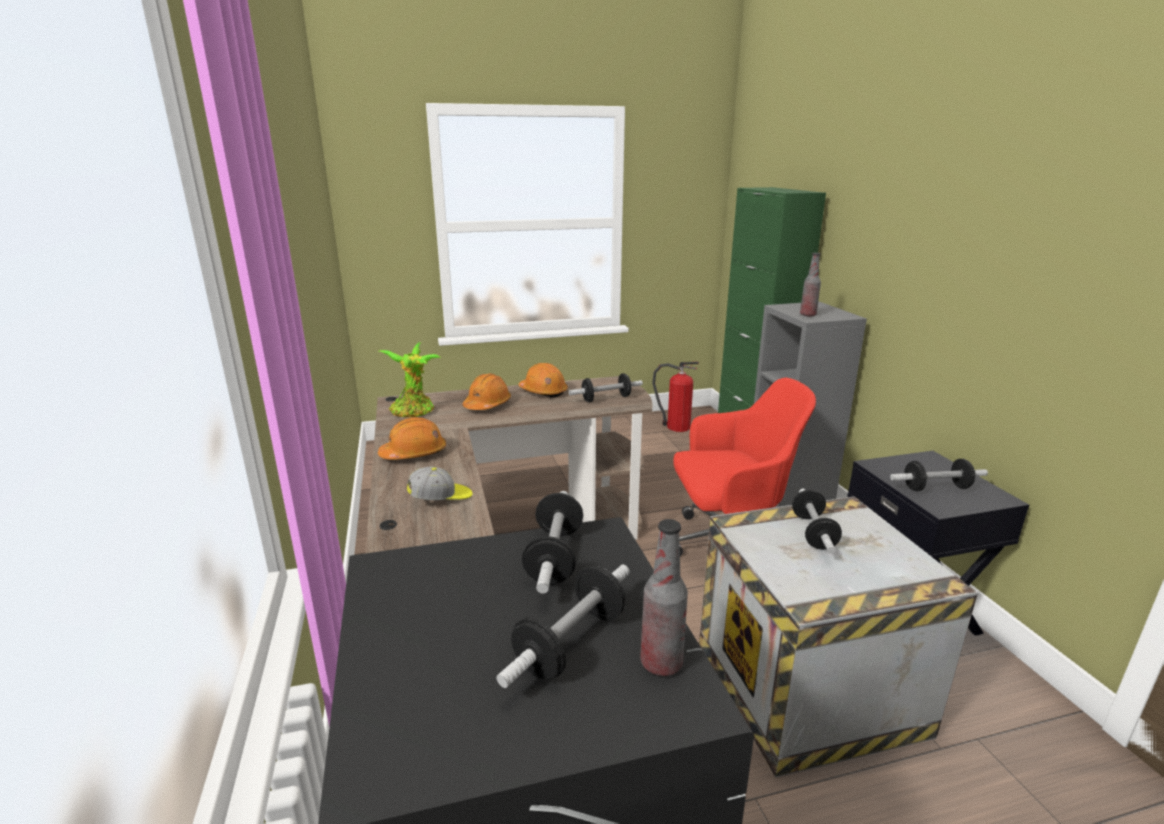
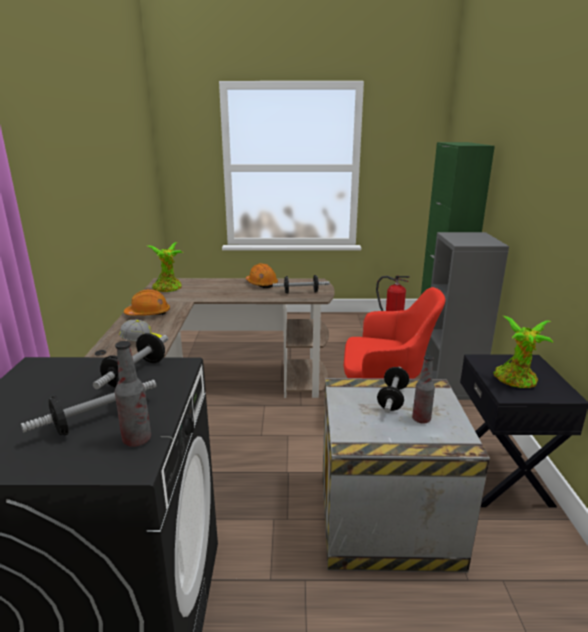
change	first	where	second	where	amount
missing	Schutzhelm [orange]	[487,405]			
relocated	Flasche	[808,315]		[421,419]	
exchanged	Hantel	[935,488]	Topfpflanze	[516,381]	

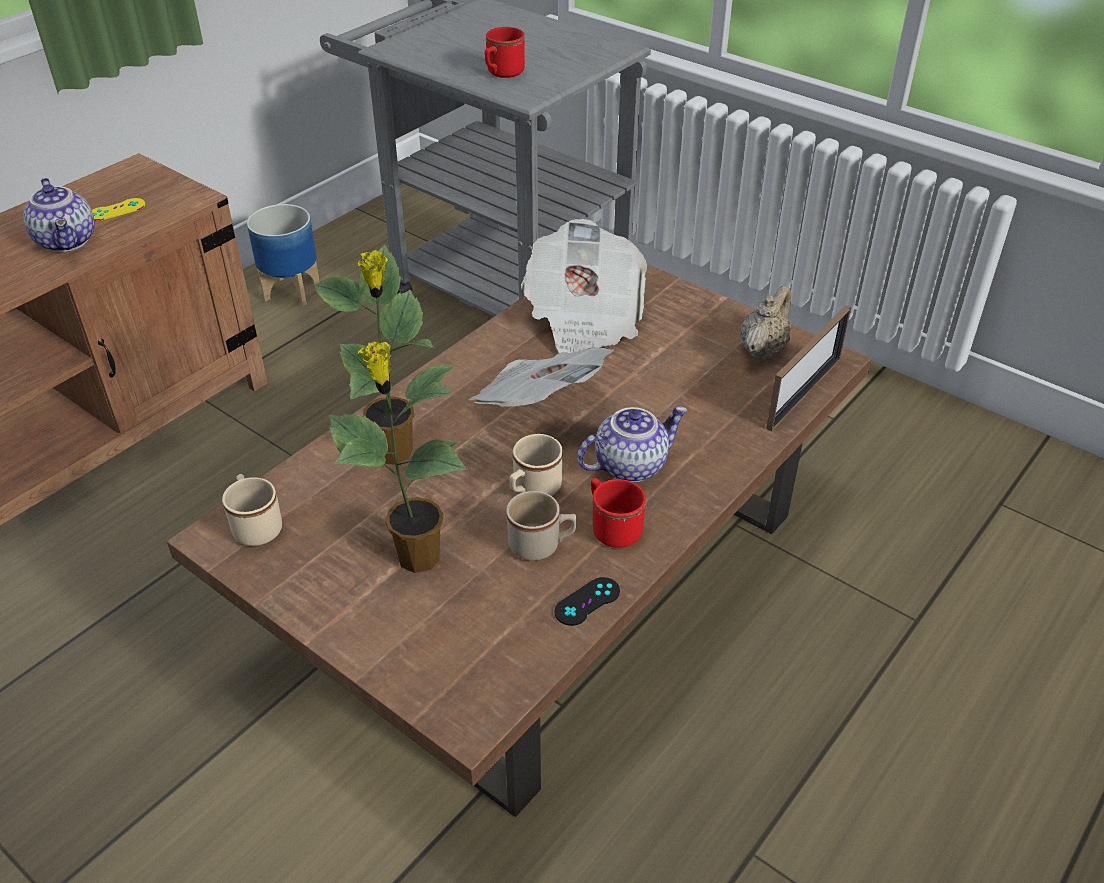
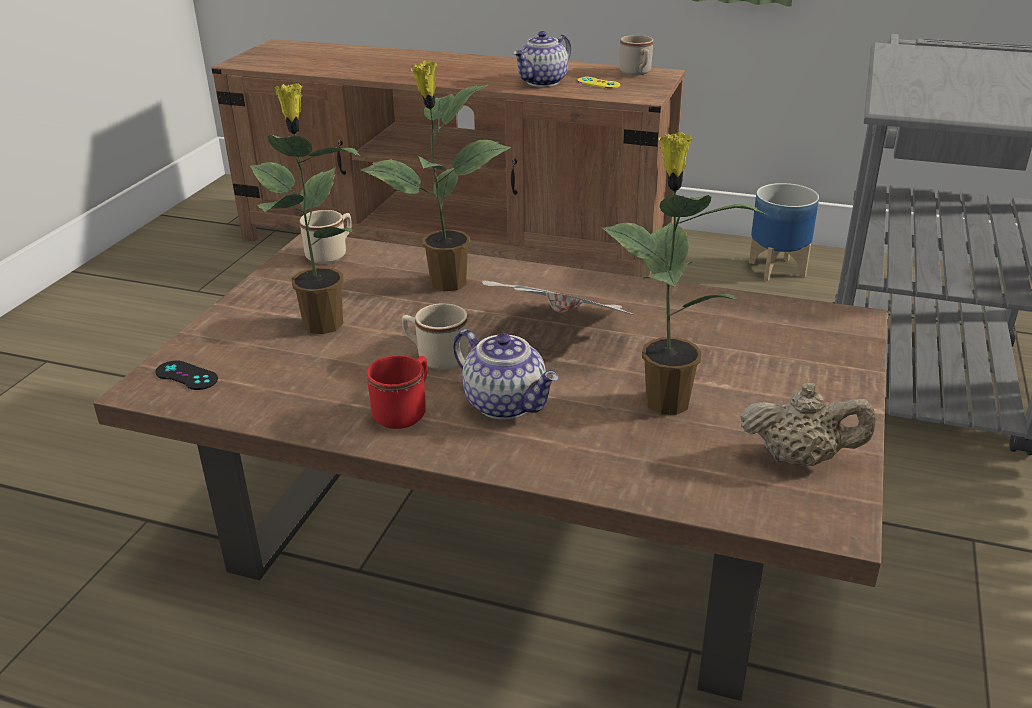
change	first	where	second	where	amount
missing	Henkelbecher [rot]	[502,73]			
missing	Zeitung	[583,319]			
missing	Bilderrahmen	[804,393]			
appeared			Topfpflanze	[665,400]	
relocated	Henkelbecher [beige]	[542,545]		[637,73]	
relocated	Gamepad [schwarz]	[587,601]		[186,376]	

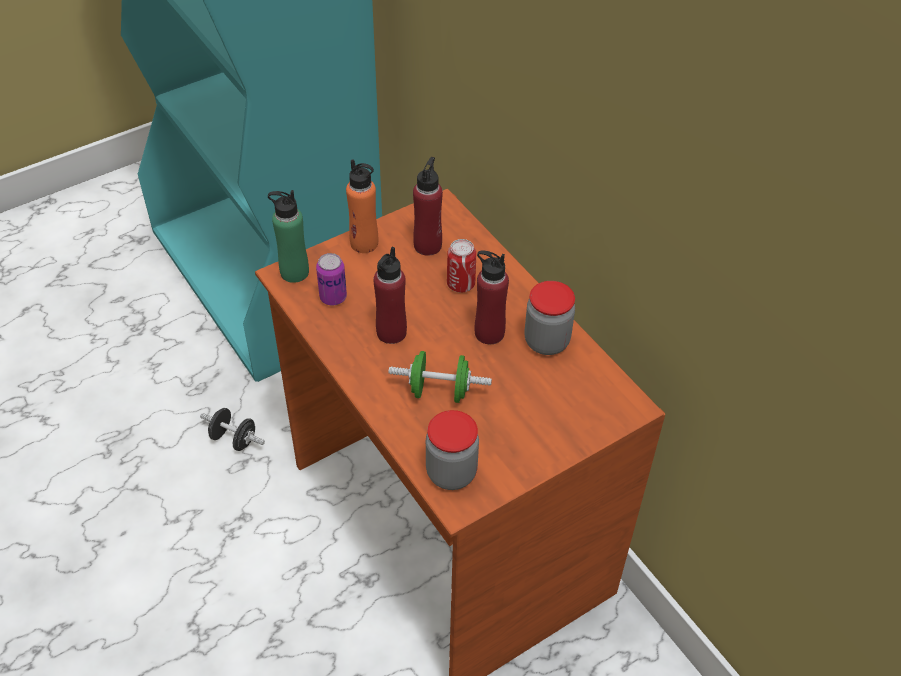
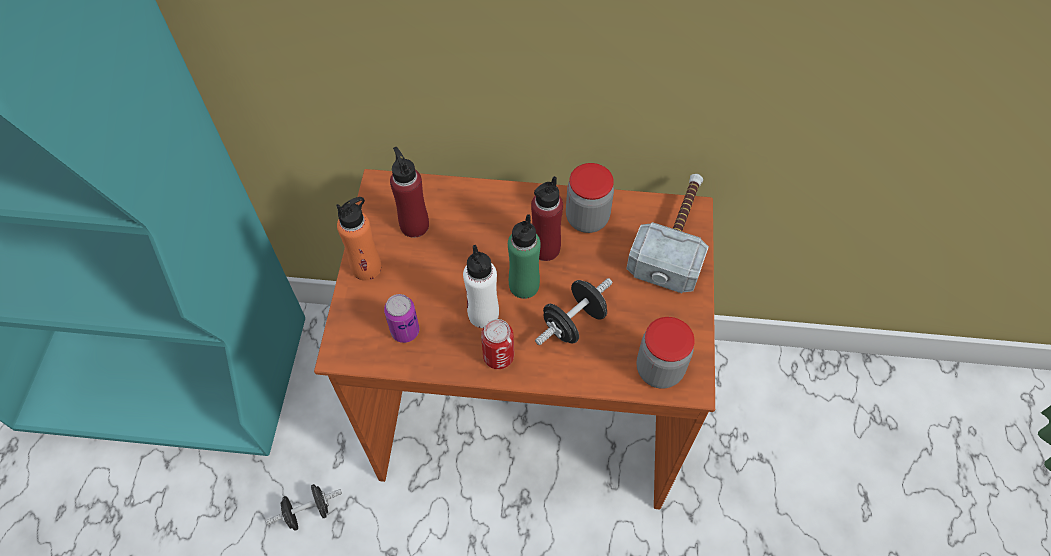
change	first	where	second	where	amount
appeared			Hammer	[675,237]	
relocated	Flasche [grün]	[294,272]		[524,285]	
relocated	Dose	[460,284]		[498,356]	
colour	Flasche [rot]	[391,332]	Flasche [weiß]	[483,314]	
colour	Hantel [grün]	[439,391]	Hantel [schwarz]	[574,322]	

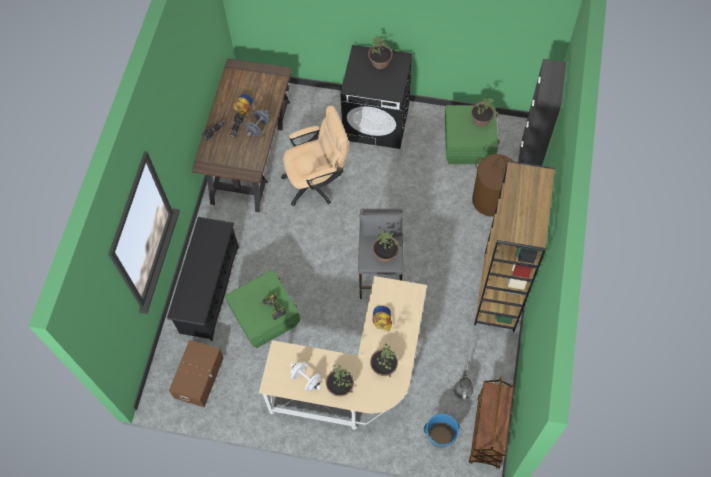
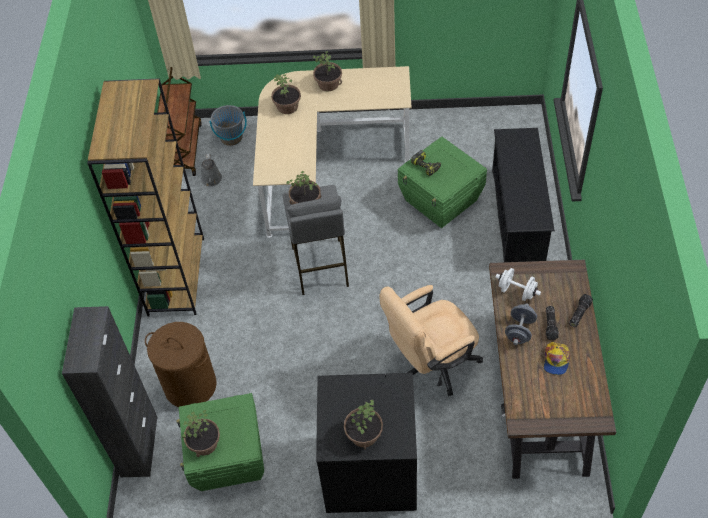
change	first	where	second	where	amount
missing	Aufbewahrungsbox [braun]	[199,377]			
missing	Kappe	[382,319]			
relocated	Hantel [weiß]	[306,379]		[517,291]	
colour	Eimer [blau]	[440,436]	Eimer [grau]	[231,138]	

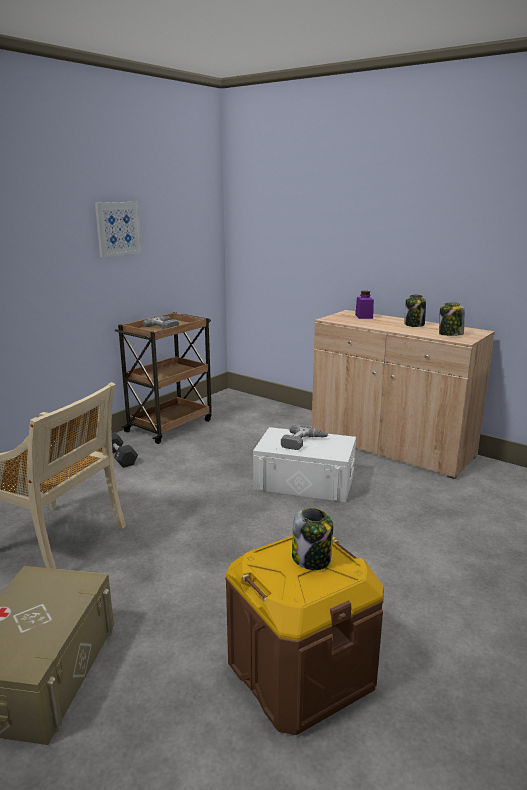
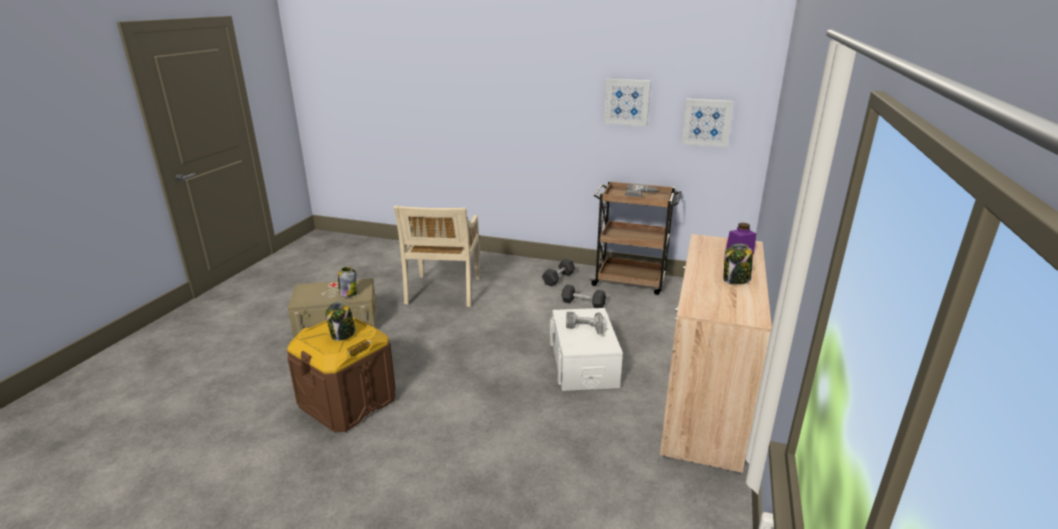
change	first	where	second	where	amount
appeared			Hantel [schwarz]	[583,303]	
appeared			Bild	[706,122]	
relocated	Vorratsglas	[450,334]		[348,293]	

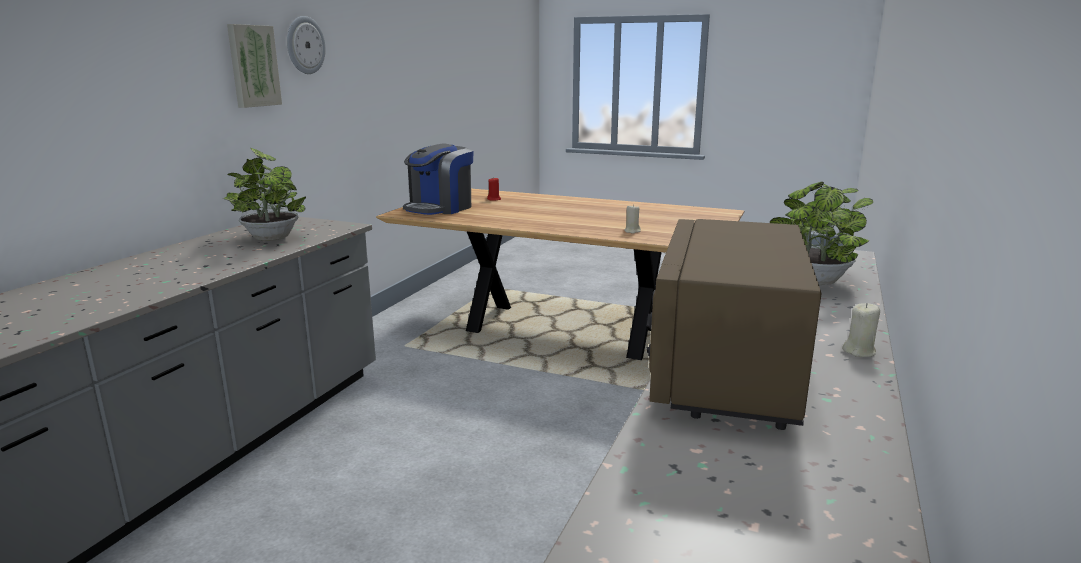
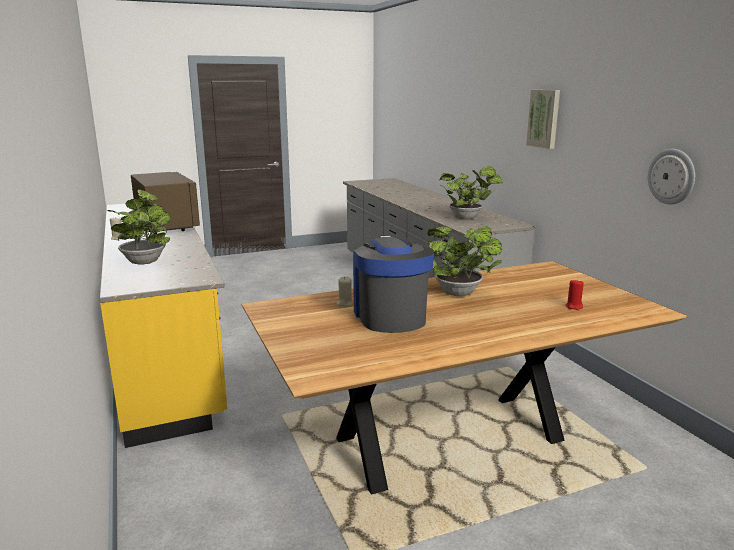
change	first	where	second	where	amount
appeared			Topfpflanze	[460,294]	
relocated	Wanduhr	[305,45]		[672,176]	
relocated	Kaffeemaschine	[440,208]		[390,316]	

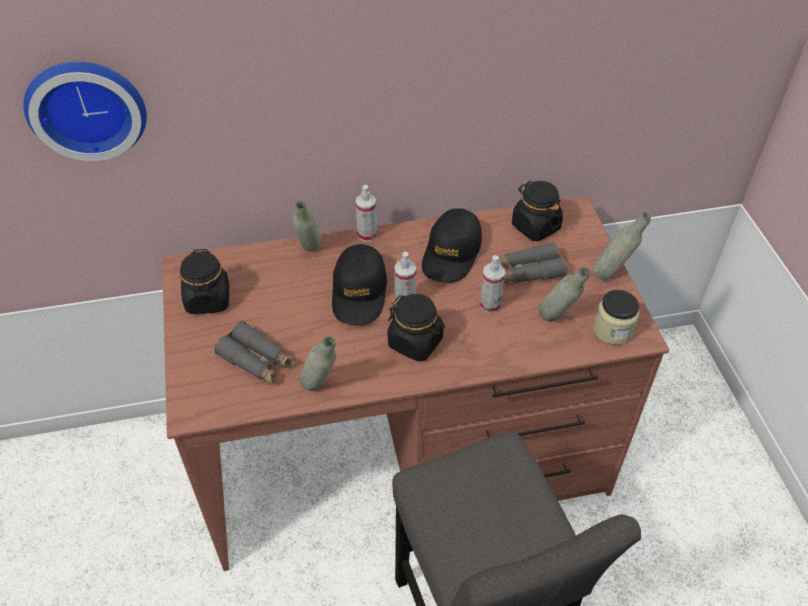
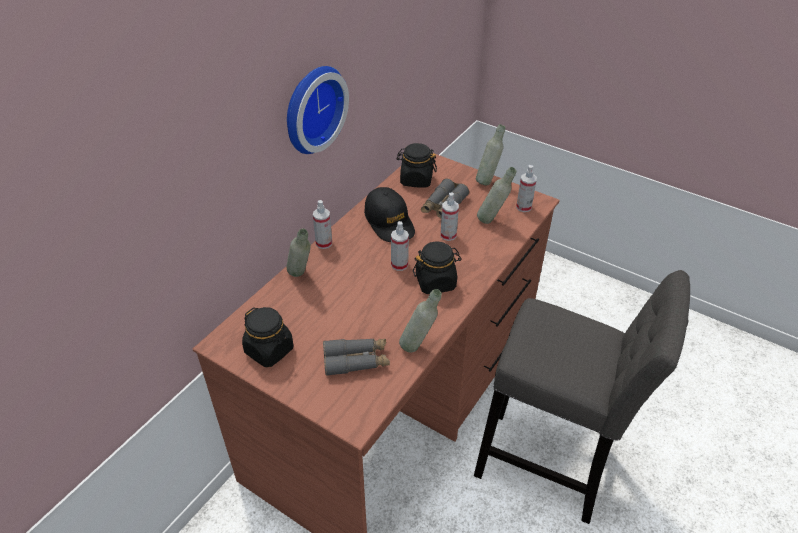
change	first	where	second	where	amount
missing	Kappe [schwarz]	[359,292]			
relocated	Wanduhr	[86,106]		[311,108]	
exchanged	Vorratsglas	[613,330]	Sprühflasche	[523,207]	

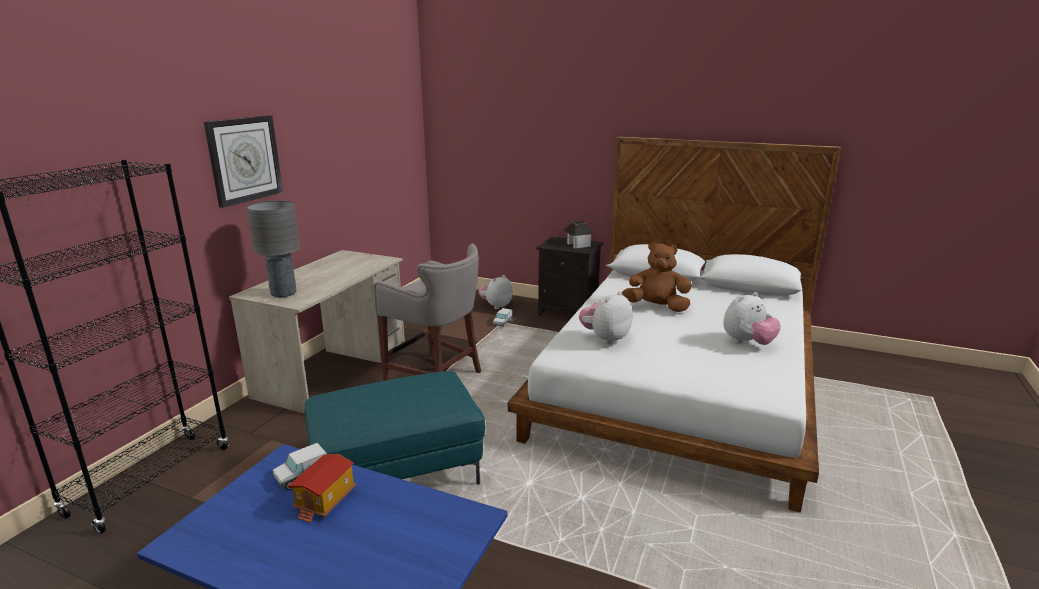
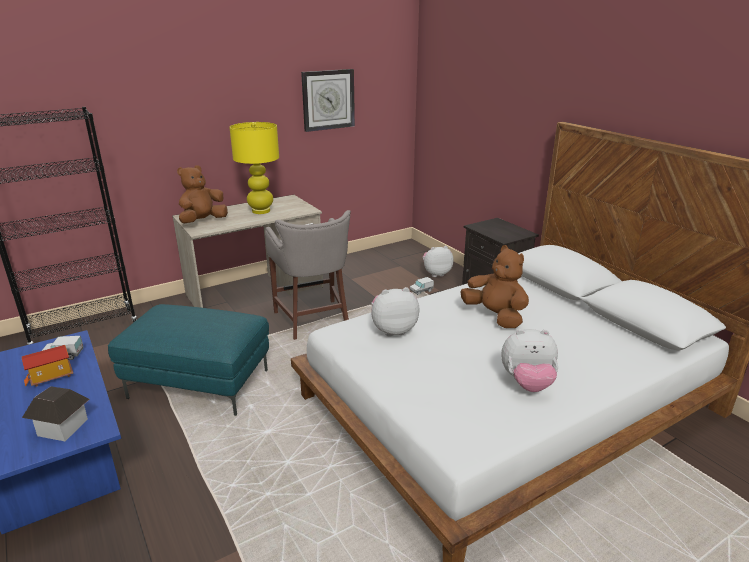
change	first	where	second	where	amount
appeared			Tischlampe [gelb]	[261,211]	
relocated	Wanduhr	[244,159]		[328,100]	
relocated	Spielzeughaus	[578,245]		[62,427]	
exchanged	Tischlampe [grau]	[283,293]	Plüschtier [braun]	[203,221]	

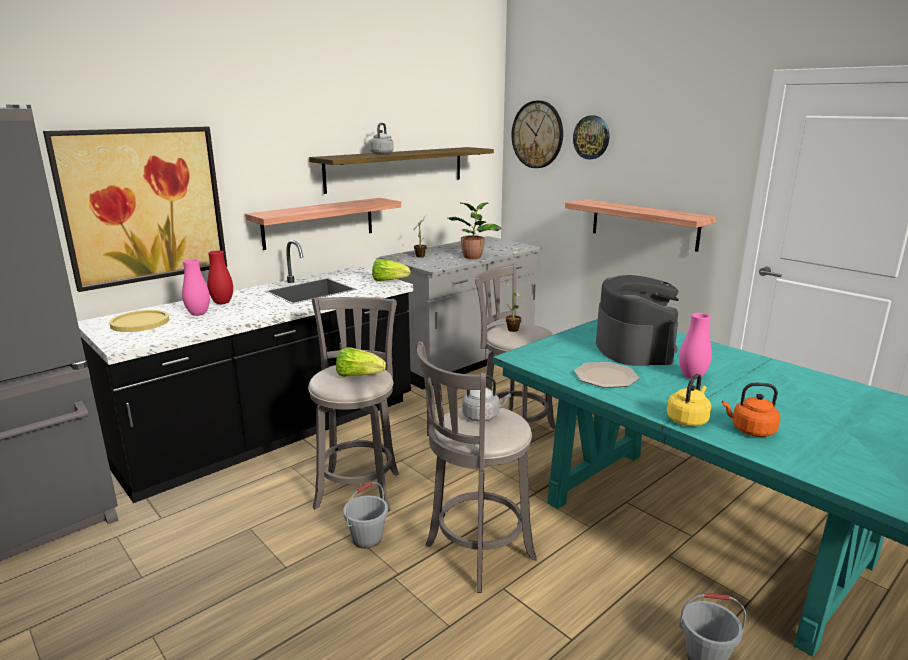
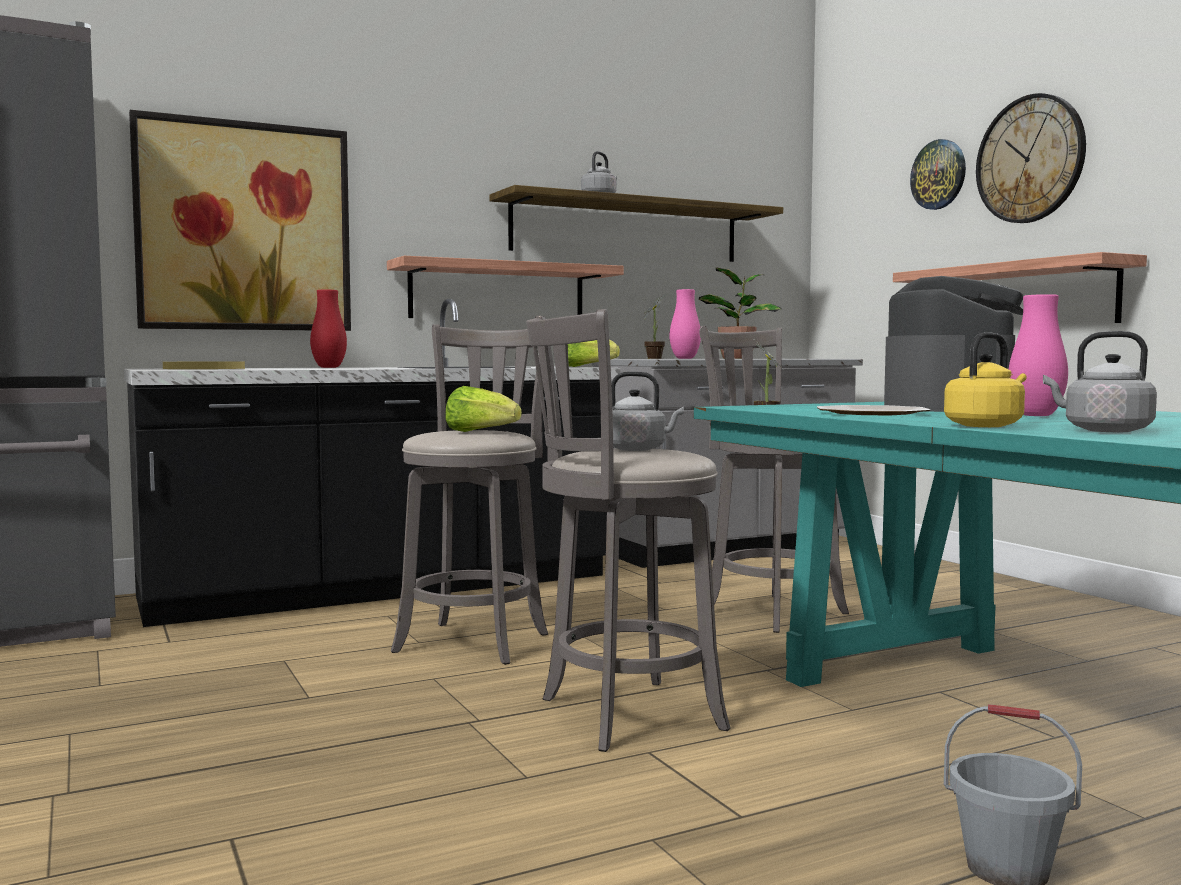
change	first	where	second	where	amount
missing	Eimer [grau]	[367,539]			
relocated	Vase [rosa]	[198,314]		[685,358]	
relocated	Wanduhr	[537,134]		[1030,159]	
colour	Wasserkessel [orange]	[750,430]	Wasserkessel [grau]	[1103,430]	

